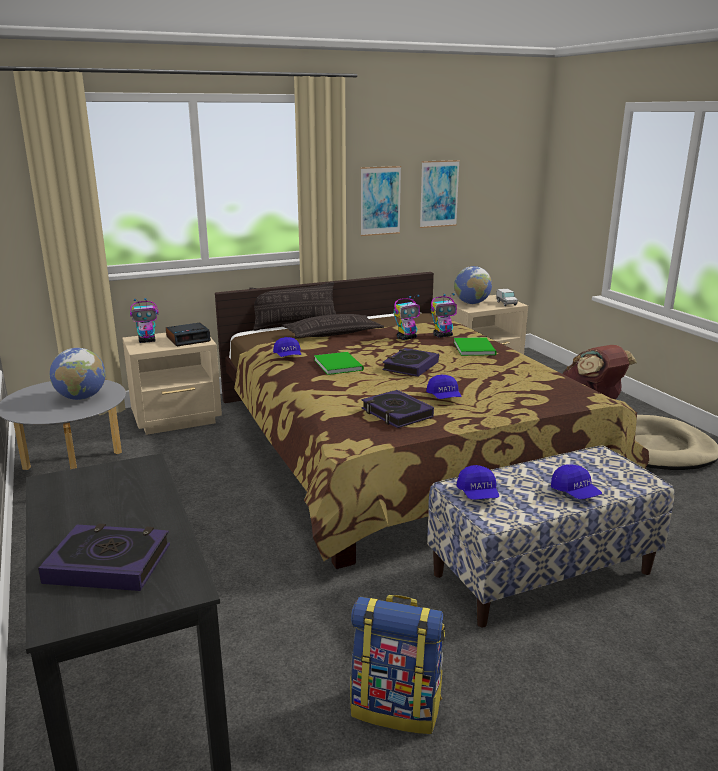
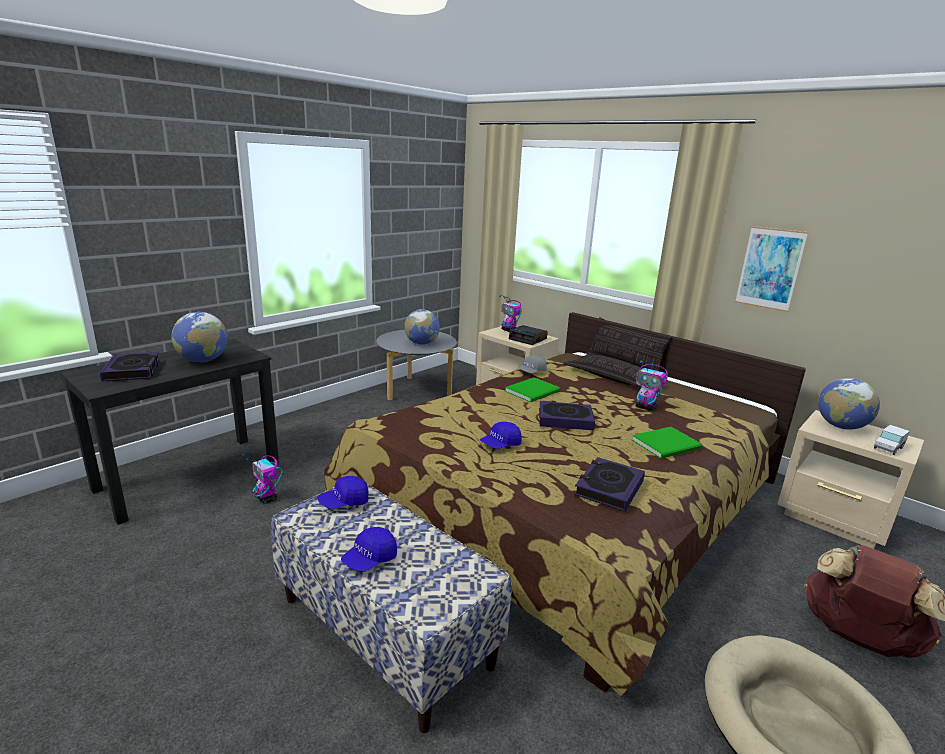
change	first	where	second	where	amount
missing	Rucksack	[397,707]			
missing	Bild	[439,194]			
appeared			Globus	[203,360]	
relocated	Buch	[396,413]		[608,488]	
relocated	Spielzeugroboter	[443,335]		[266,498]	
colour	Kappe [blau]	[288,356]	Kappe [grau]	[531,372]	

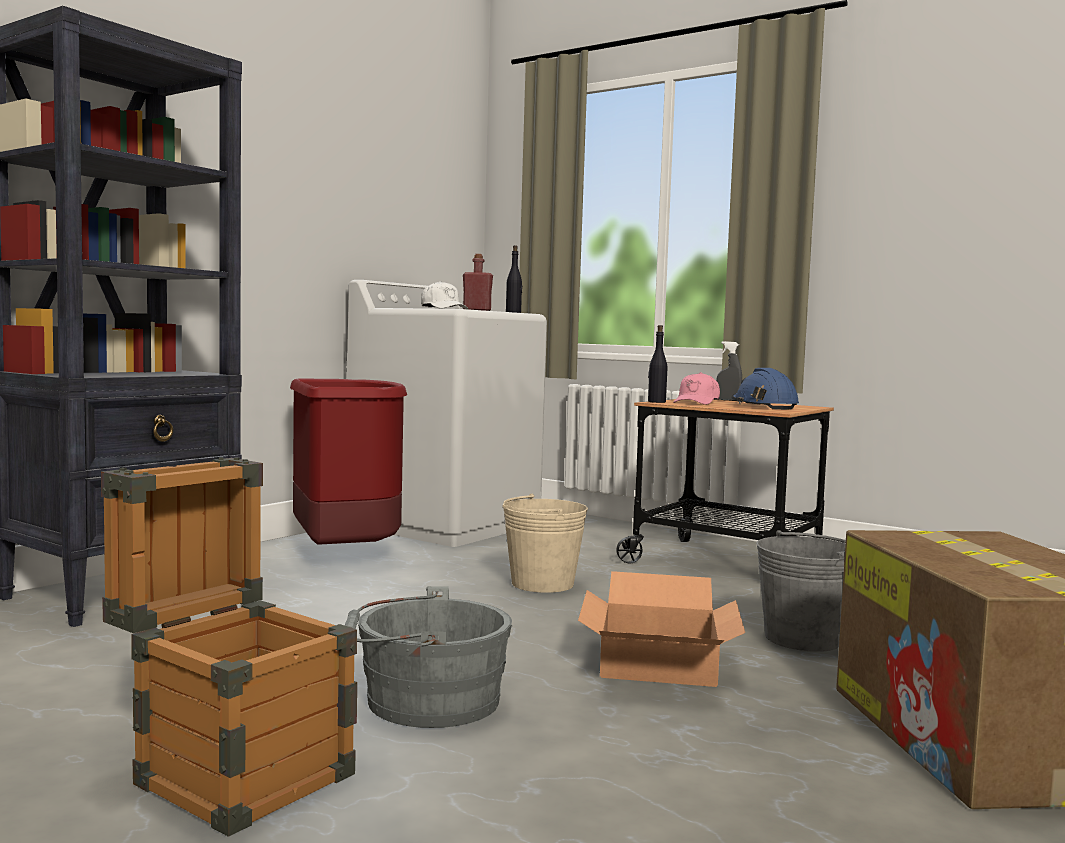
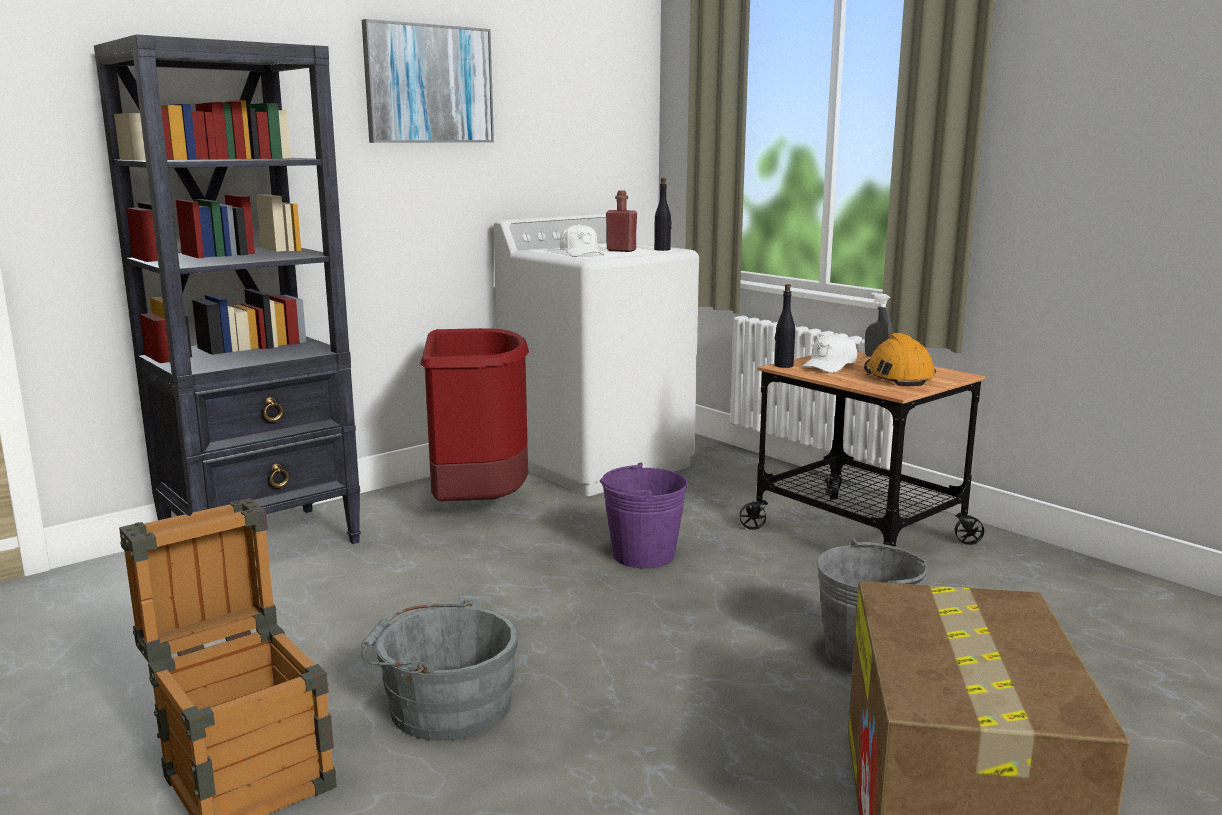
change	first	where	second	where	amount
missing	Karton	[660,662]			
appeared			Bild	[429,84]	
colour	Eimer [beige]	[542,584]	Eimer [lila]	[643,555]	
colour	Kappe [rosa]	[697,402]	Kappe [weiß]	[830,366]	
colour	Schutzhelm [blau]	[763,406]	Schutzhelm [orange]	[898,376]	

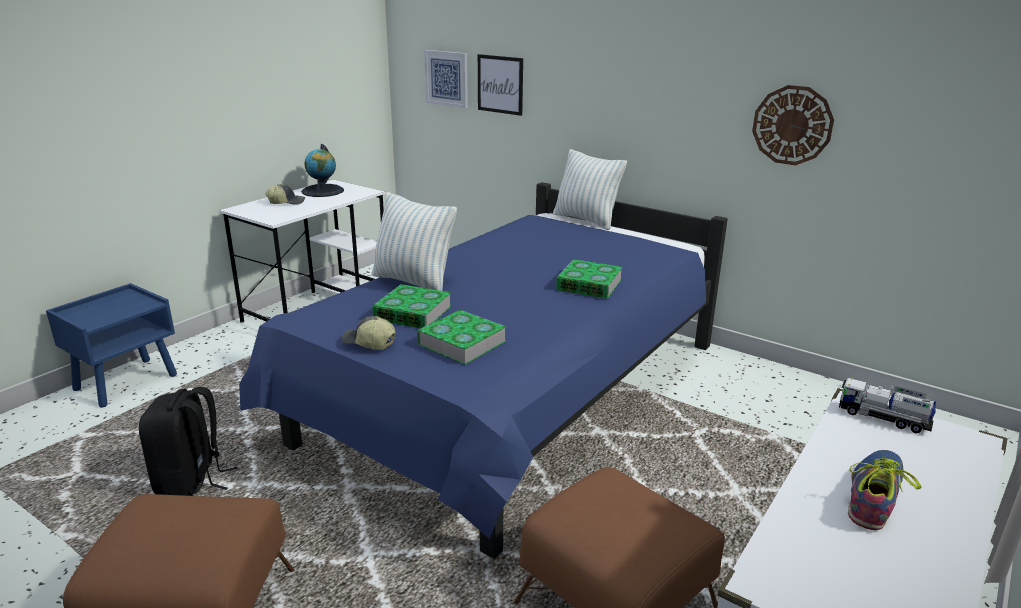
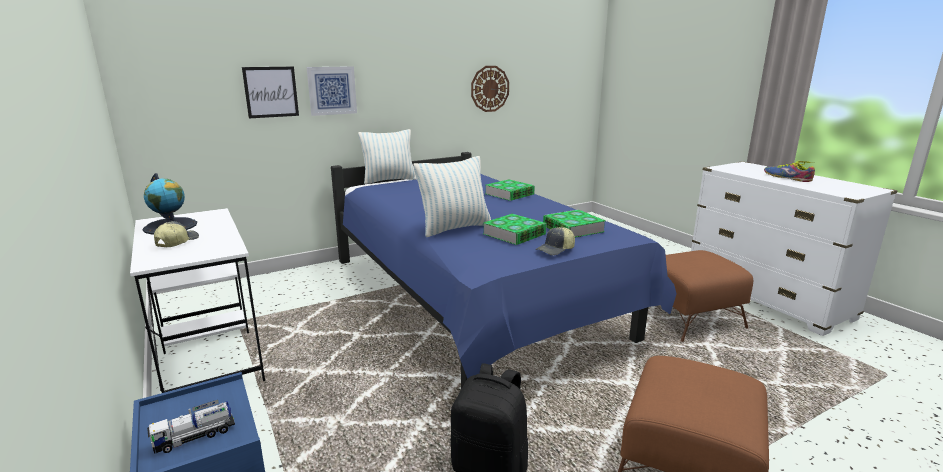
change	first	where	second	where	amount
relocated	Bild	[447,78]		[332,90]	
relocated	Spielzeuglaster	[883,418]		[195,437]	

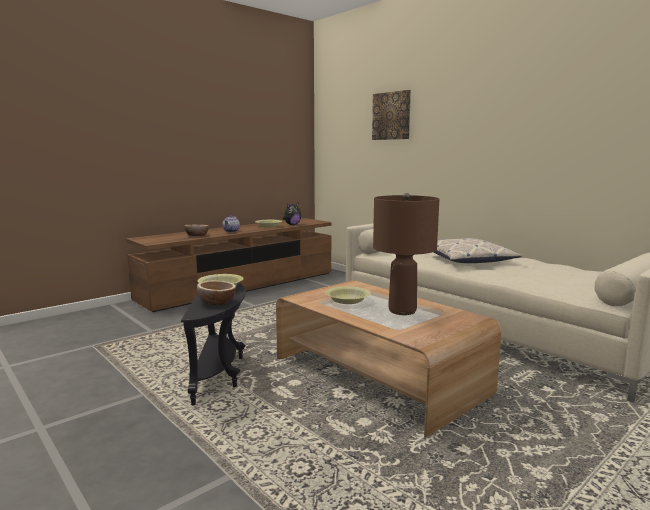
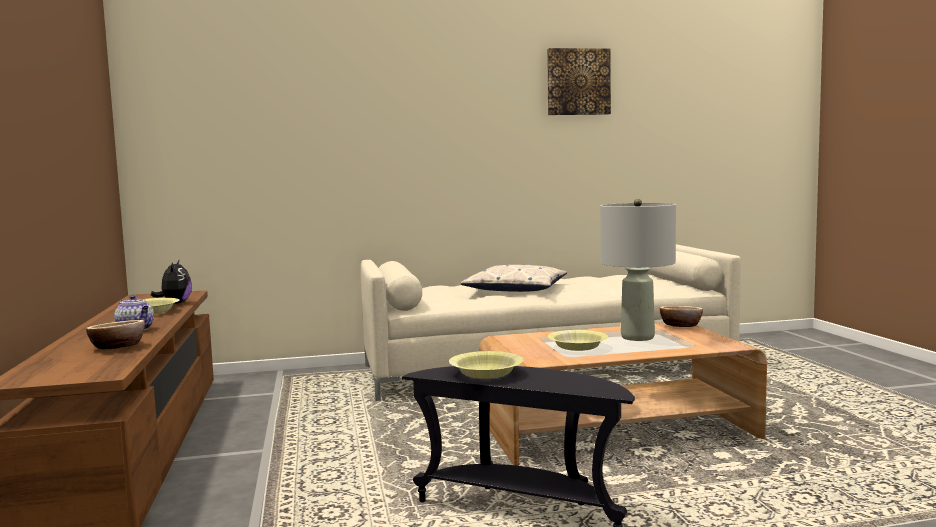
change	first	where	second	where	amount
relocated	Schüssel	[217,302]		[681,326]	
relocated	Bild	[391,116]		[578,82]	
colour	Tischlampe [braun]	[402,311]	Tischlampe [grau]	[638,337]	

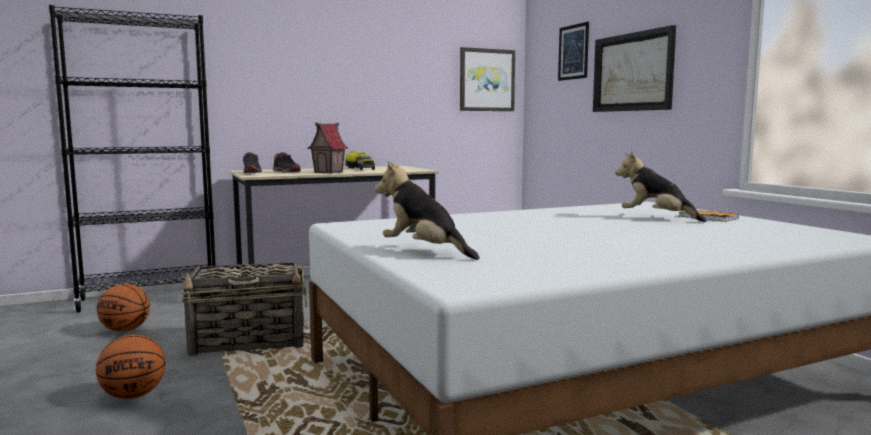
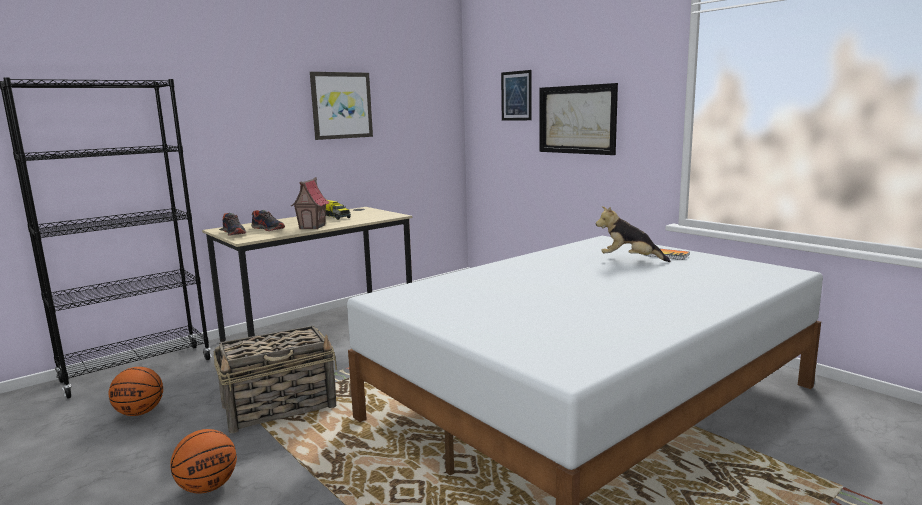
change	first	where	second	where	amount
missing	Plüschtier	[424,251]			
relocated	Bild	[486,80]		[341,105]	

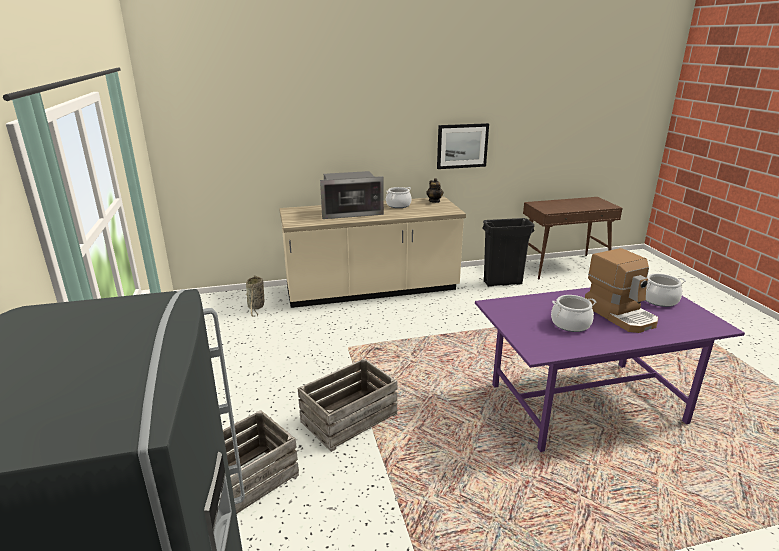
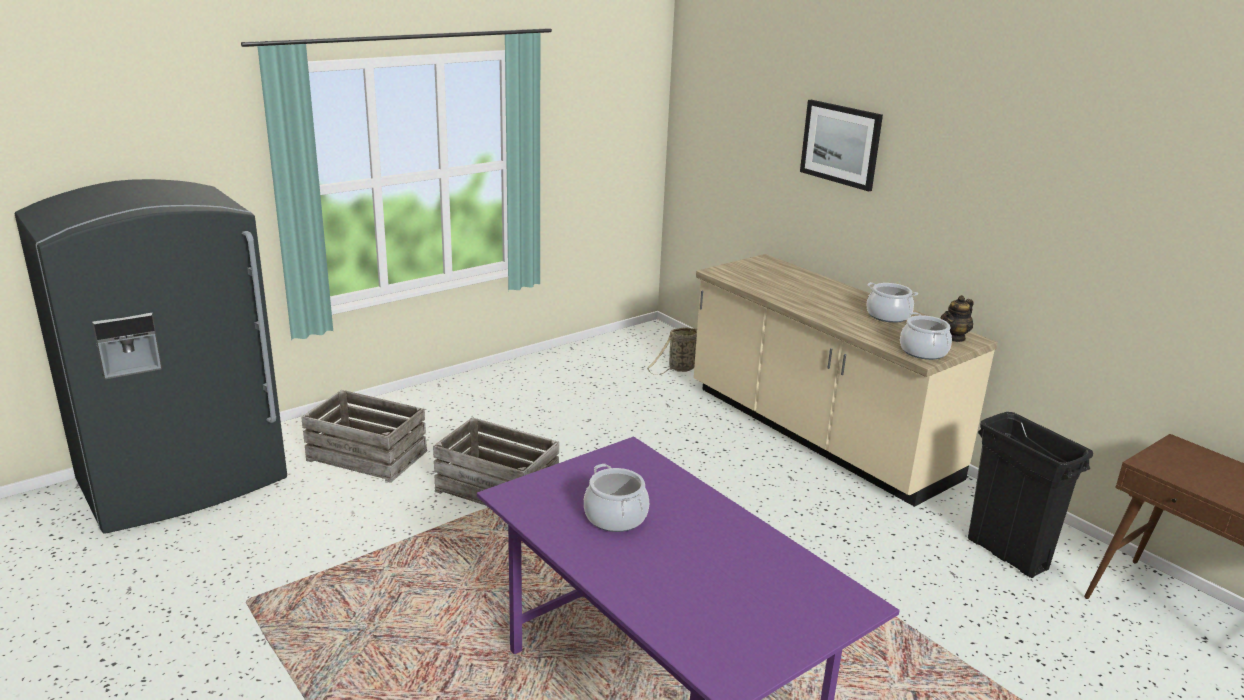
change	first	where	second	where	amount
missing	Mikrowelle	[350,212]			
missing	Kaffeemaschine	[620,314]			
relocated	Bild	[462,146]		[841,144]	
relocated	Kochtopf	[659,300]		[923,351]	

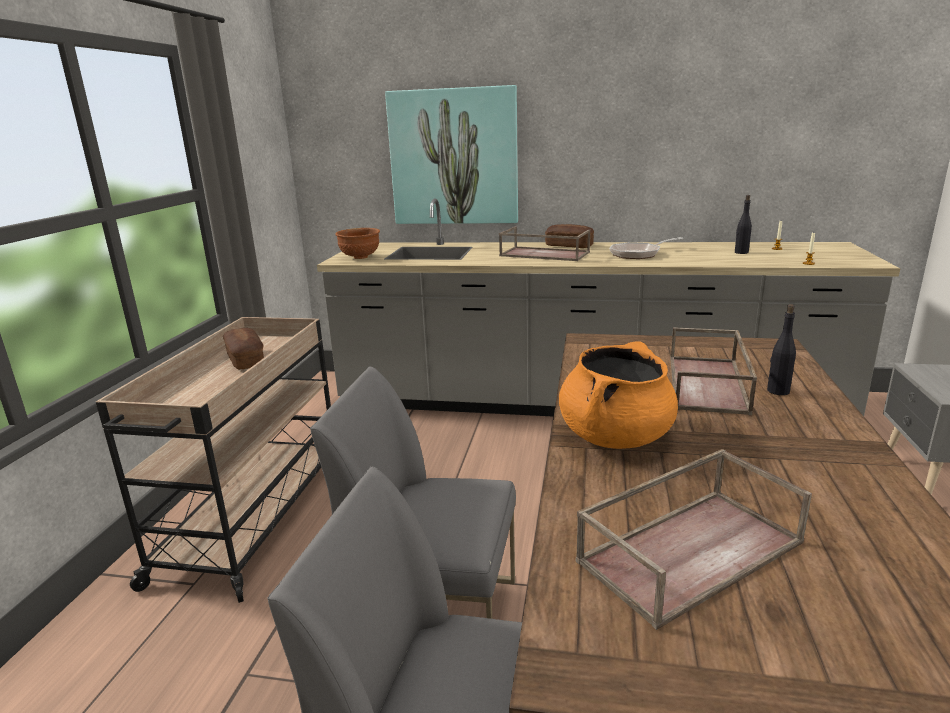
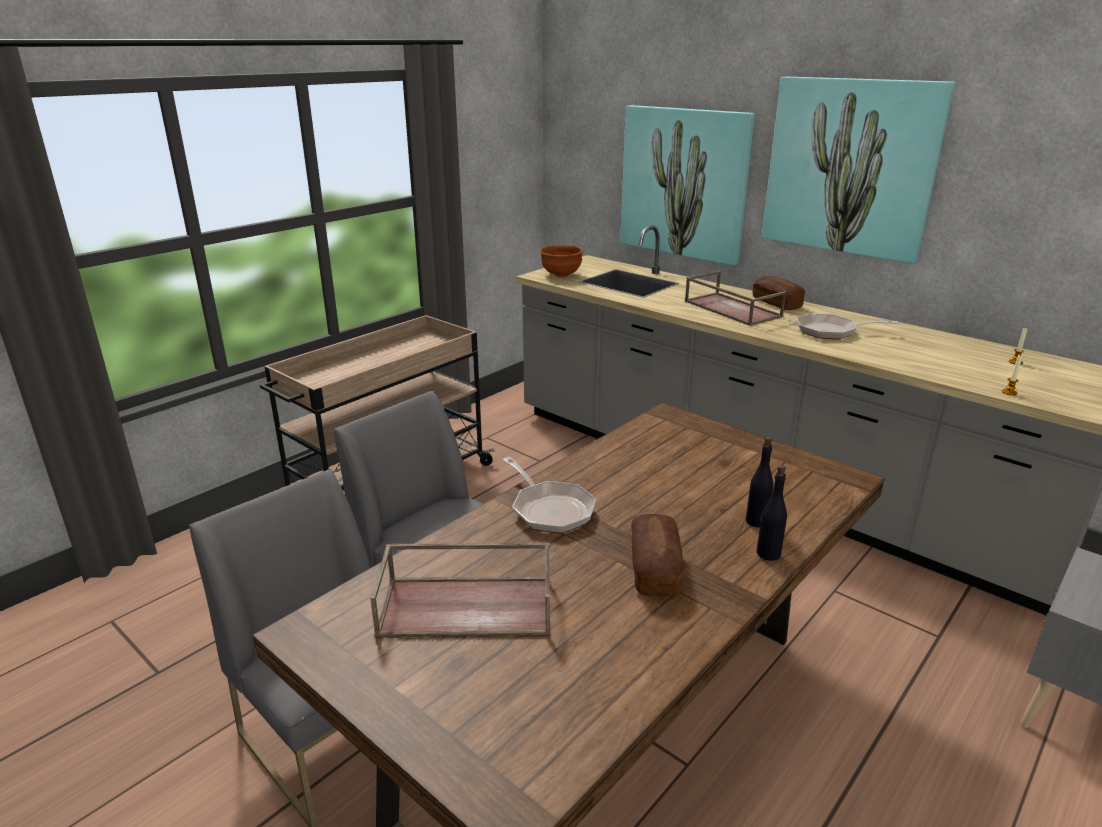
change	first	where	second	where	amount
missing	Tablett [braun]	[708,384]			
appeared			Bild	[850,167]	
relocated	Brot	[245,359]		[654,569]	
relocated	Flasche [schwarz]	[741,252]		[768,553]	
exchanged	Kochtopf [orange]	[615,436]	Pfanne	[549,509]	

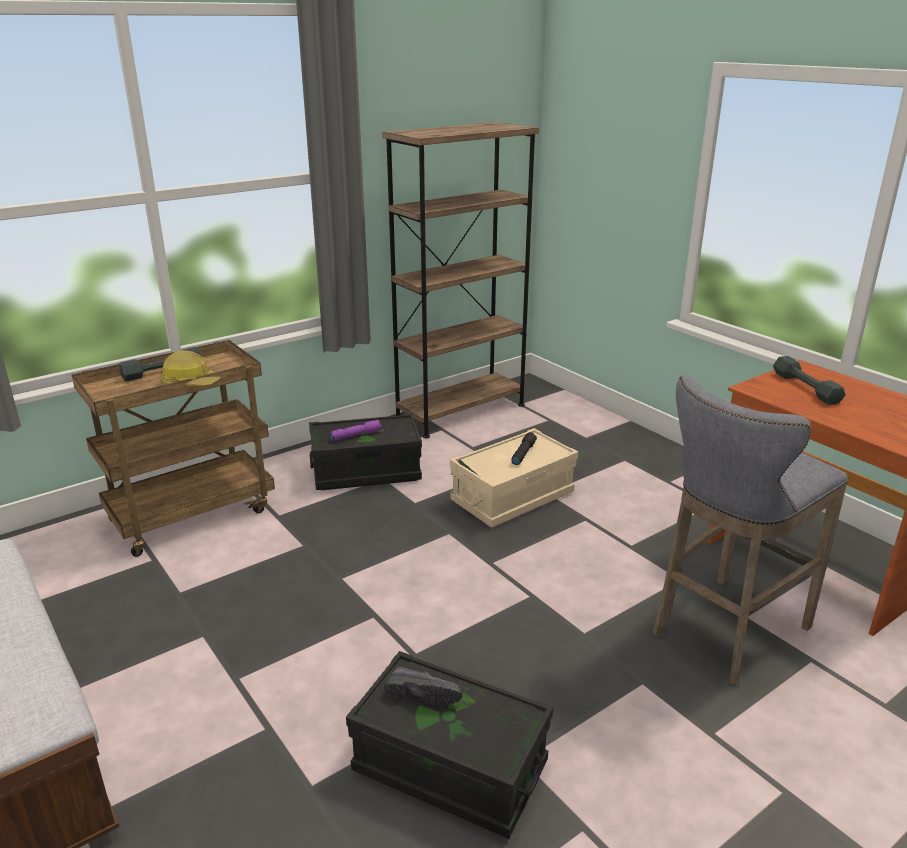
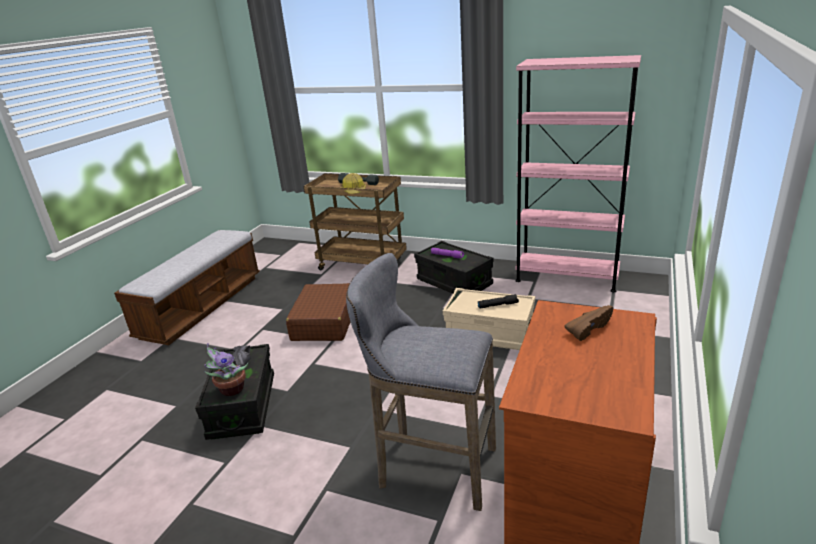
change	first	where	second	where	amount
appeared			Topfpflanze	[230,390]	
appeared			Koffer [braun]	[324,322]	
exchanged	Hantel [grau]	[806,388]	Schuh [braun]	[588,328]	
colour	Bücherregal [braun]	[460,411]	Bücherregal [rosa]	[566,277]	

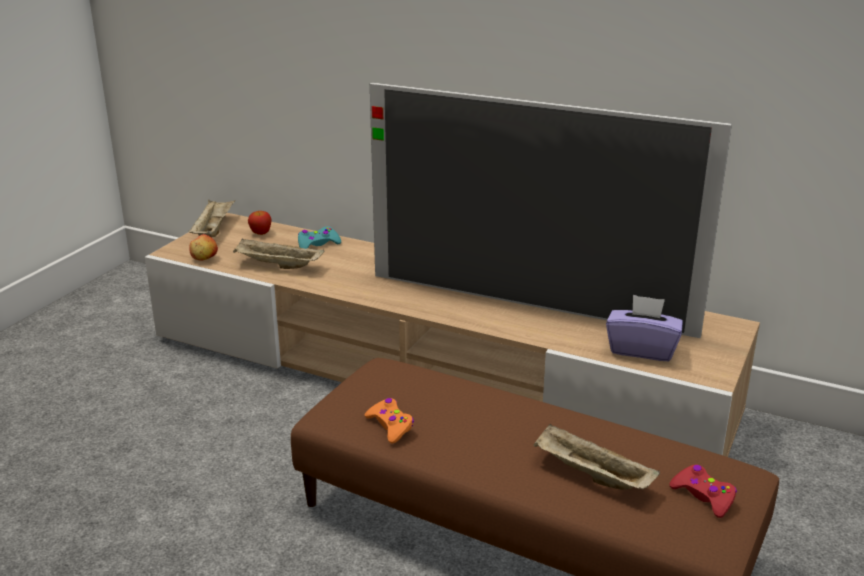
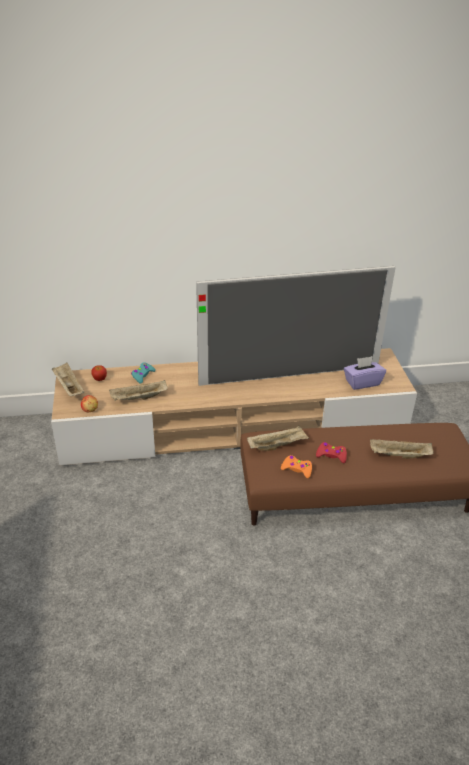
change	first	where	second	where	amount
appeared			Tablett [beige]	[277,445]	
relocated	Gamepad [rot]	[703,496]		[331,455]	

